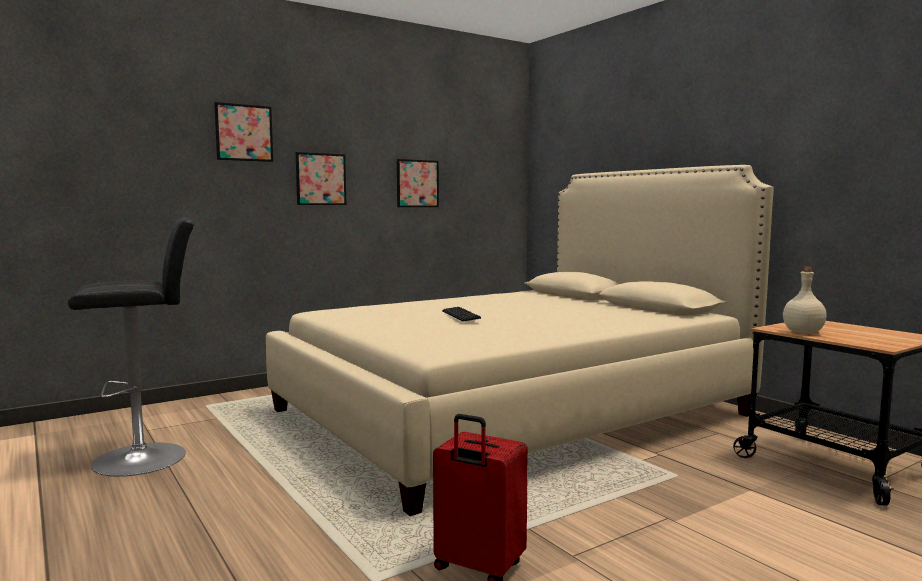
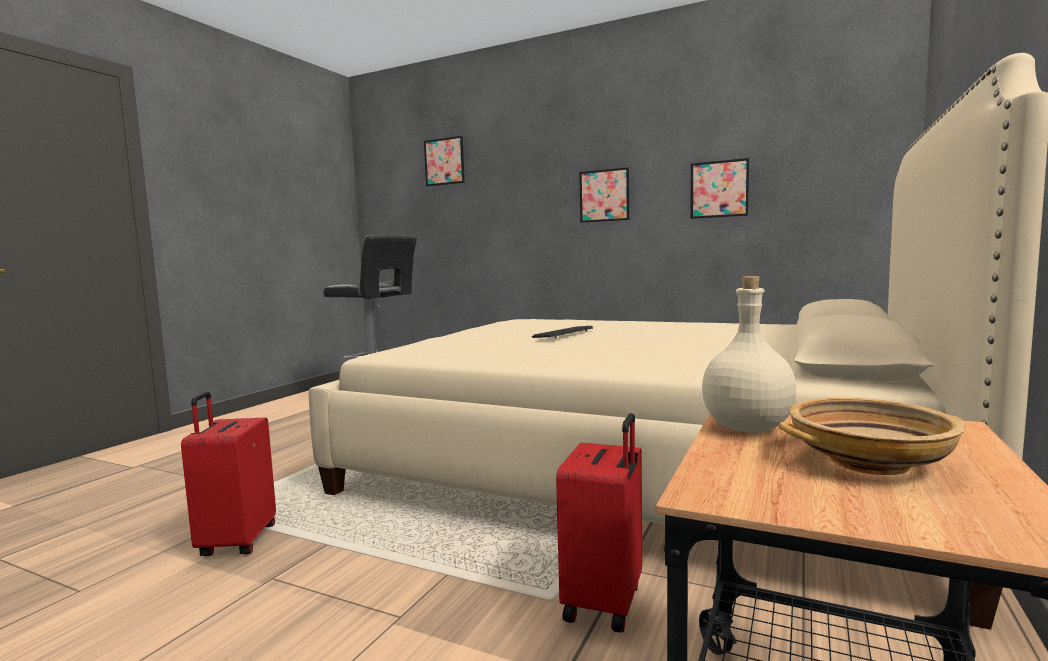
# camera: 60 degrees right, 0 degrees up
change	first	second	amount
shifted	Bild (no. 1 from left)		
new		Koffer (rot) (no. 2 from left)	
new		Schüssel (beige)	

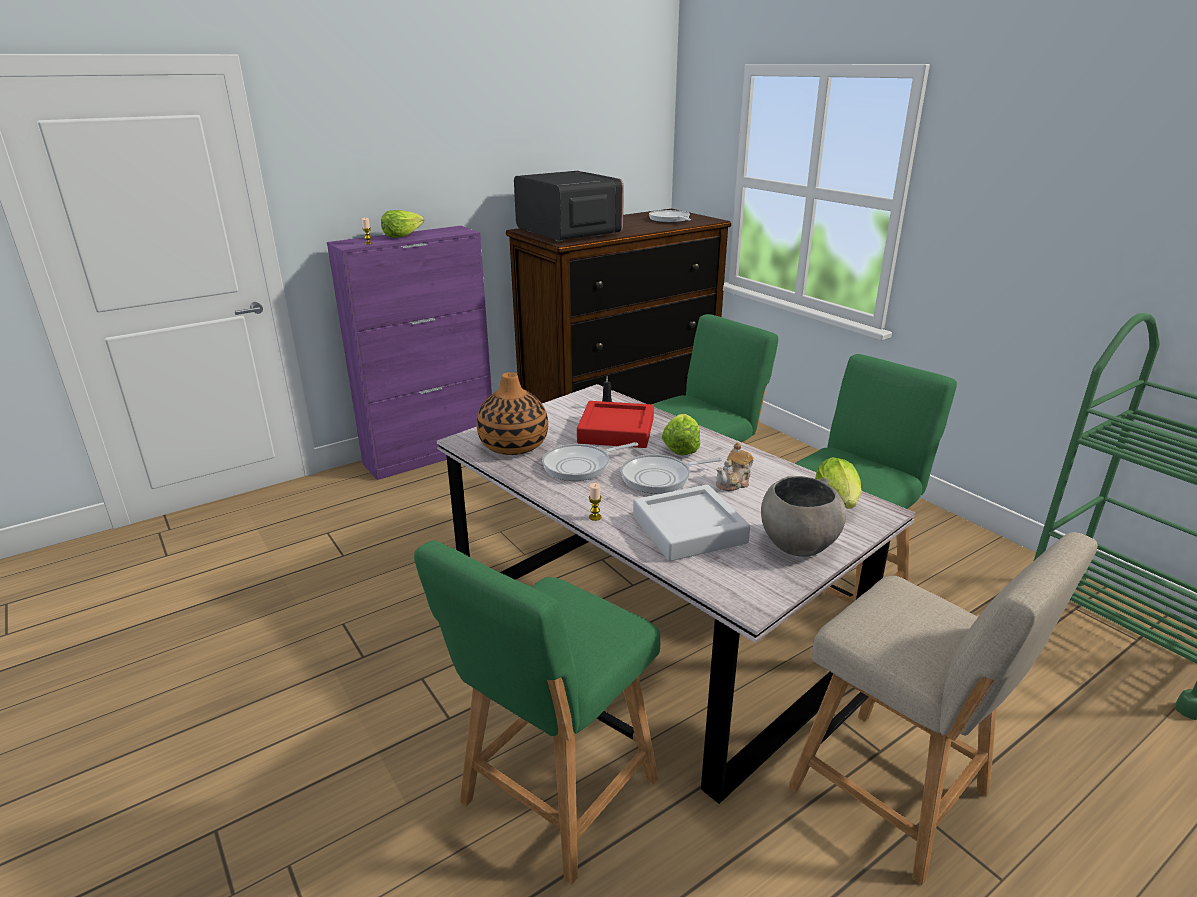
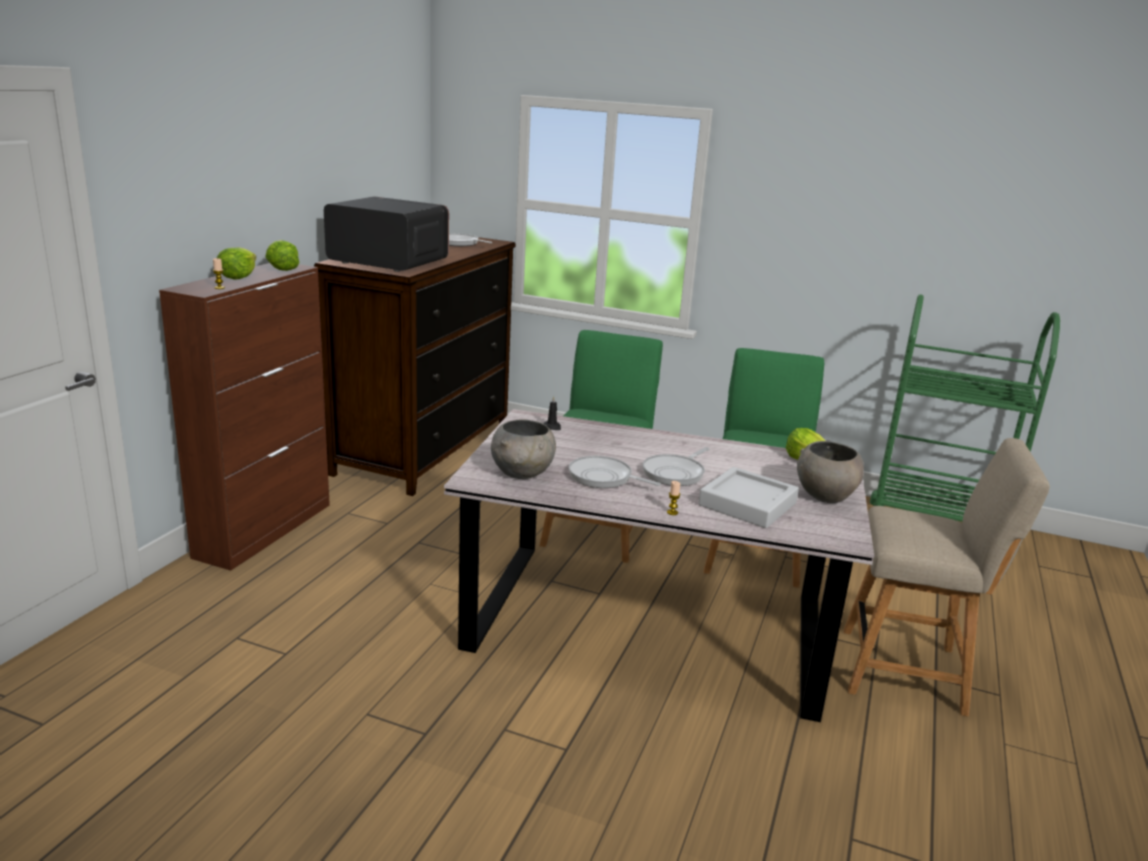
# camera: 35 degrees left, 5 degrees down
change	first	second	amount
repainted	Schrank (lila)	Schrank (braun)	
gone	Stuhl (grün) (no. 1 from left)		
swapped	Vase	Schüssel (grau) (no. 1 from left)	
rotated	Pfanne (no. 1 from left in the first image)	Pfanne (no. 2 from left)	90 degrees clockwise
gone	Tablett (rot)		
shifted	Salatkopf (no. 2 from left)		
gone	Teekanne		

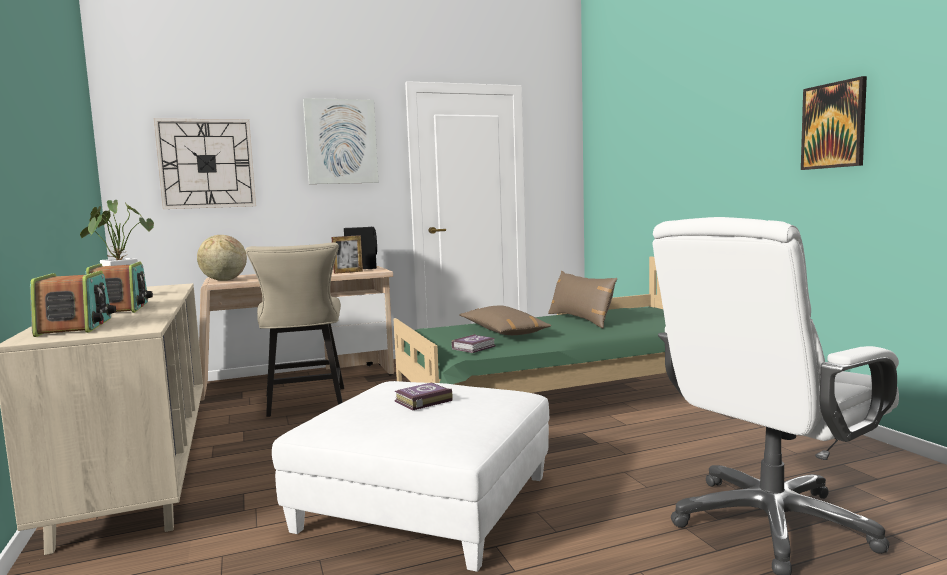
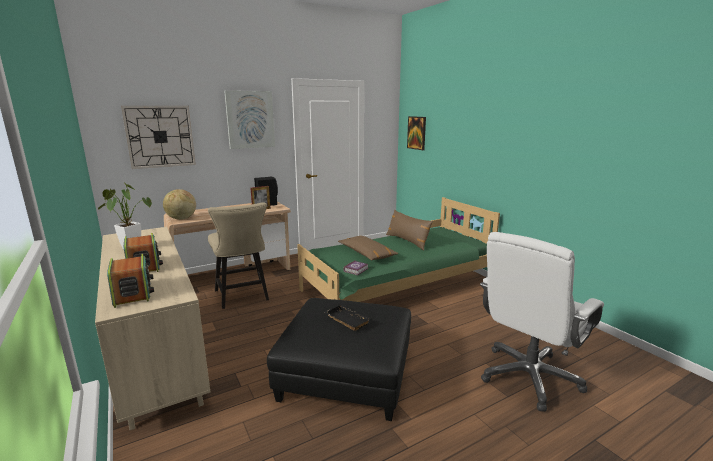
# camera: 10 degrees left, 10 degrees up
change	first	second	amount
repainted	Polsterhocker (weiß)	Polsterhocker (schwarz)	
swapped	Buch (no. 1 from left)	Tablett (schwarz)	
shifted	Bild (no. 2 from left)		

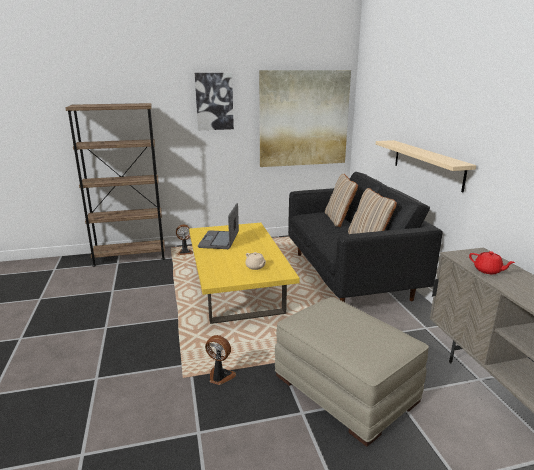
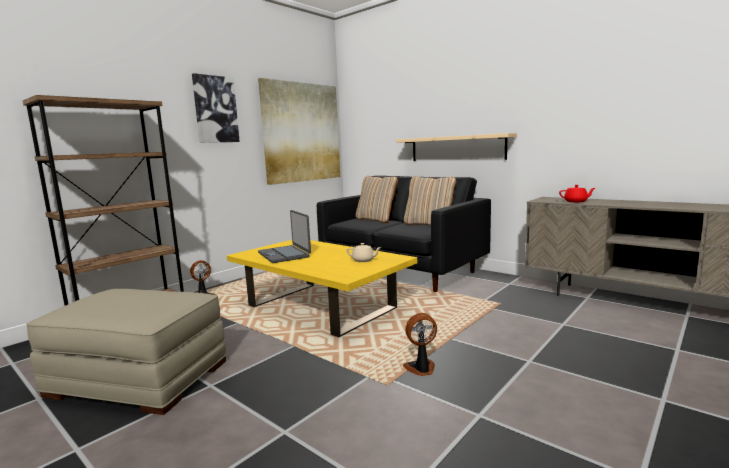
# camera: 35 degrees left, 10 degrees down
change	first	second	amount
shifted	Polsterhocker (beige)		

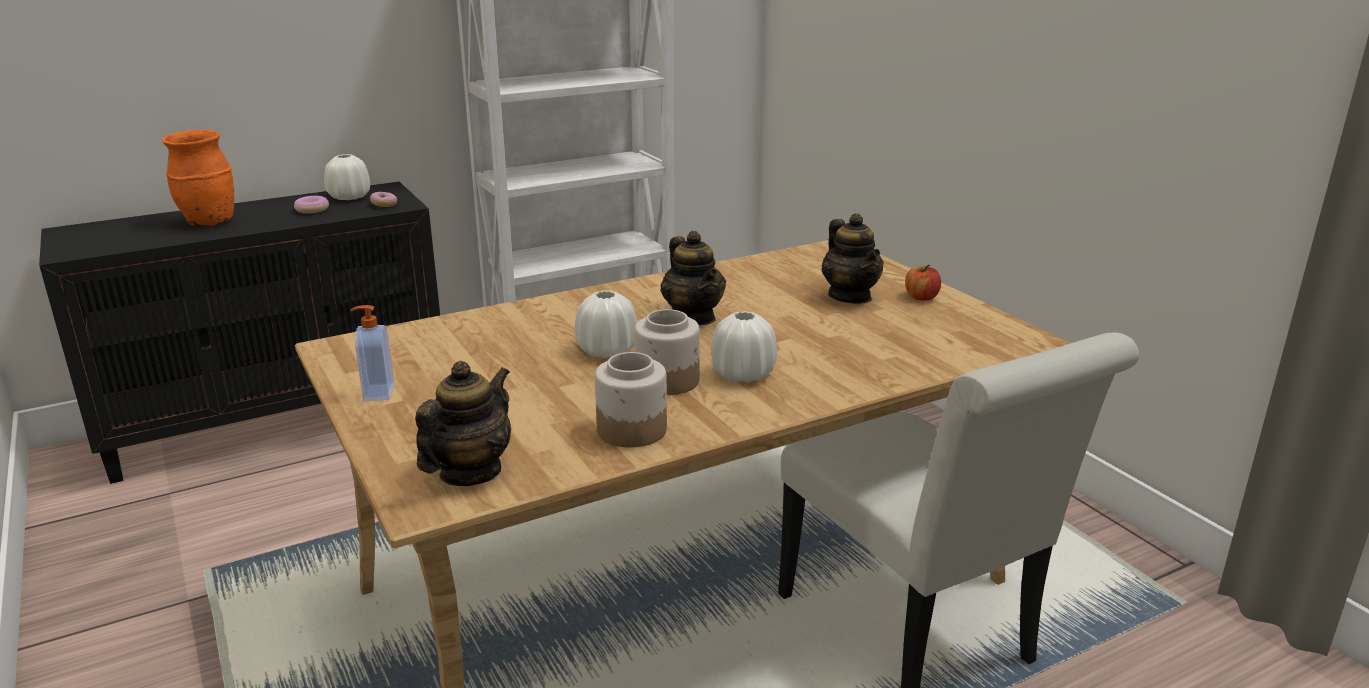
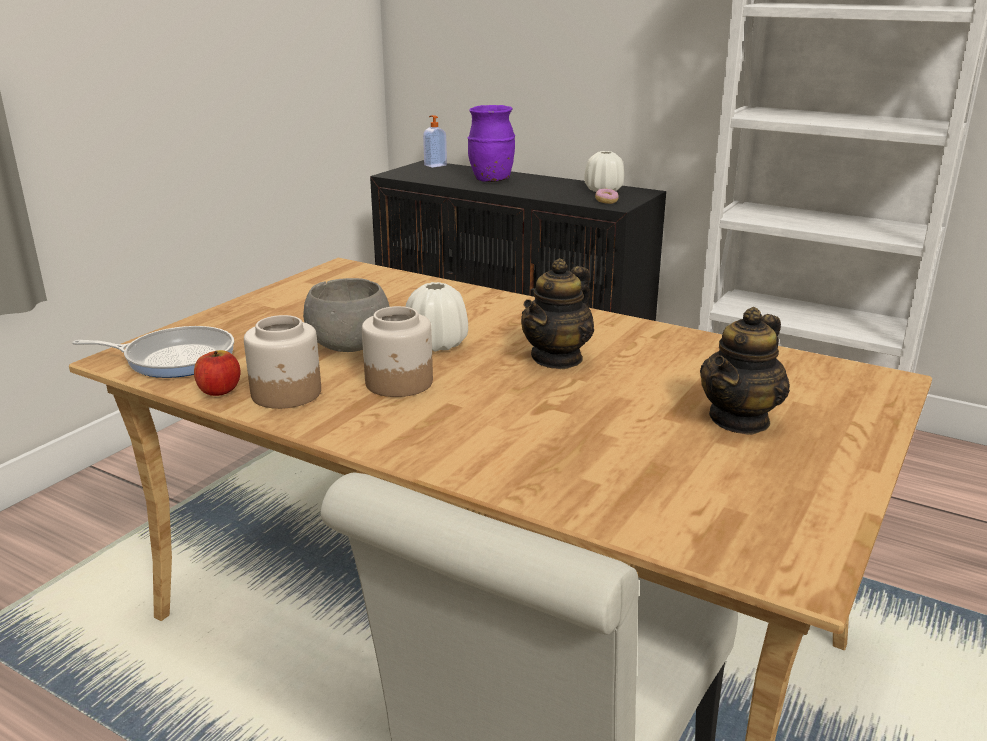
# camera: 60 degrees right, 0 degrees up
change	first	second	amount
repainted	Vase (orange)	Vase (lila)	
gone	Donut (no. 1 from left)		
shifted	Seifenspender		
swapped	Teekanne (no. 1 from left)	Pfanne	
gone	Vase (weiß) (no. 3 from left)		
shifted	Apfel		
new		Schüssel (grau)	

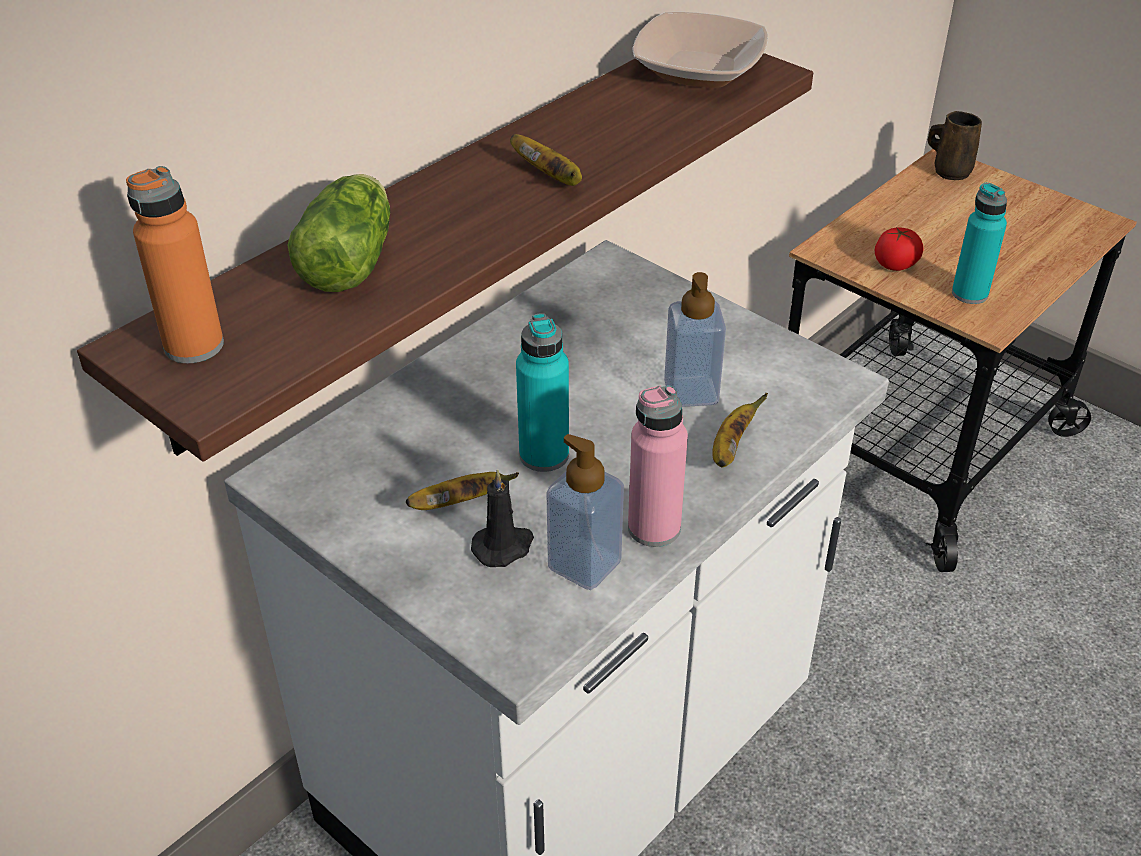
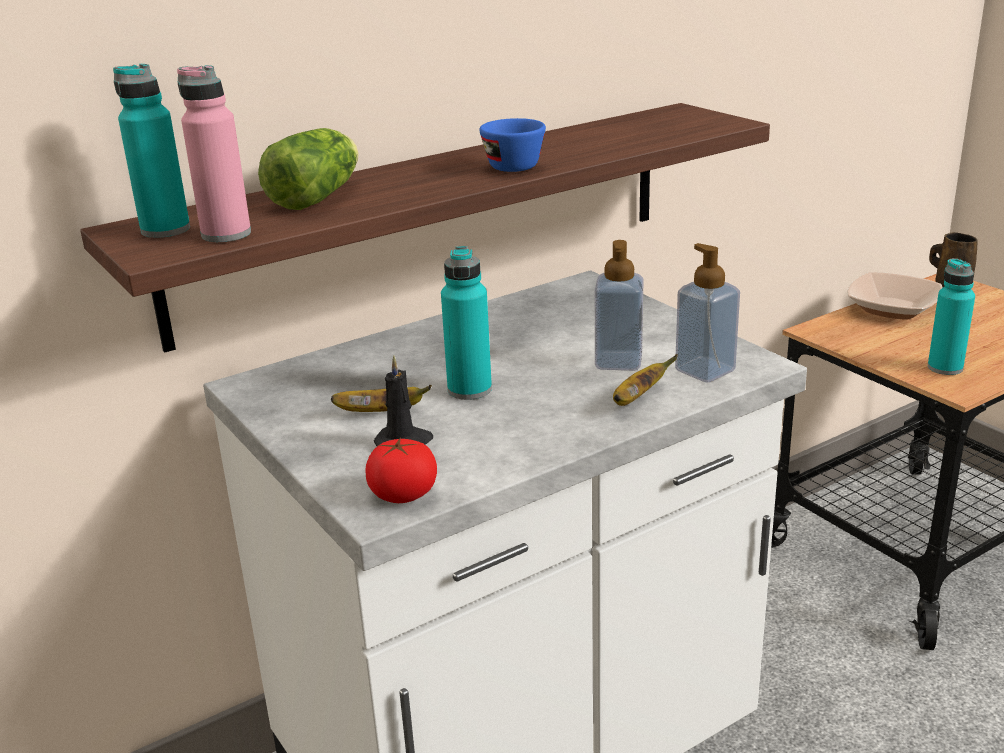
# camera: 15 degrees right, 15 degrees down
change	first	second	amount
repainted	Flasche (orange)	Flasche (türkis) (no. 1 from left)	
swapped	Banane (no. 2 from left)	Tasse (blau)	
shifted	Seifenspender (no. 1 from left in the first image)	Seifenspender (no. 2 from left)	
shifted	Flasche (rosa)		
shifted	Schüssel		
shifted	Tomate		

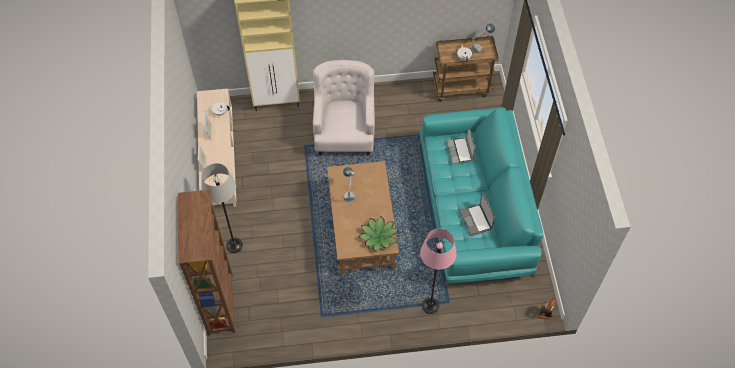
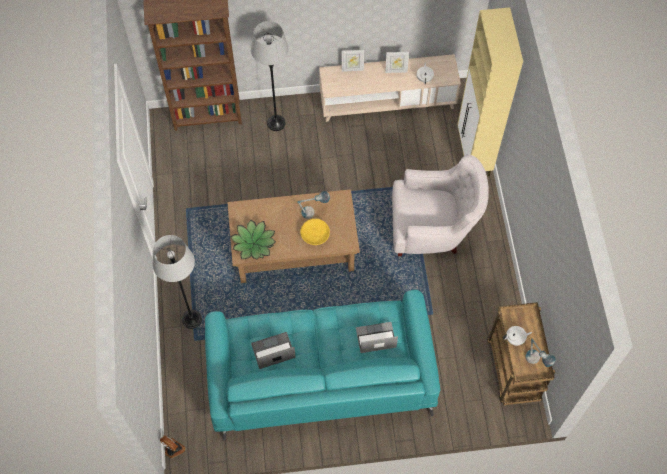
# camera: 90 degrees right, 5 degrees up
change	first	second	amount
repainted	Stehlampe (rosa)	Stehlampe (grau) (no. 1 from left)	
new		Schüssel (gelb)	

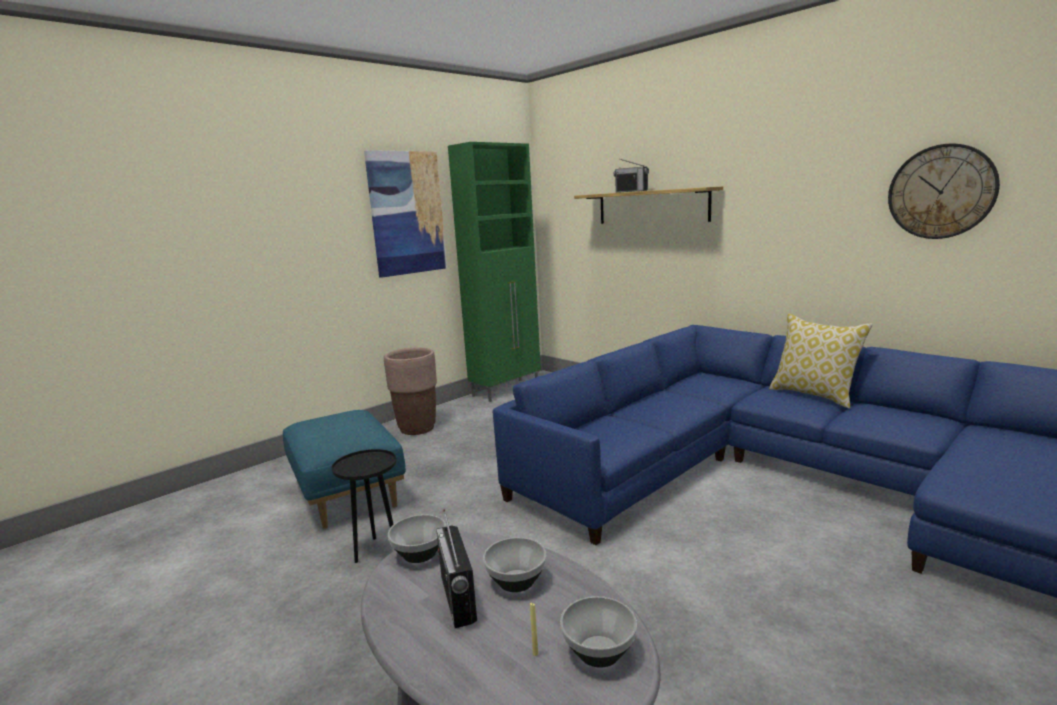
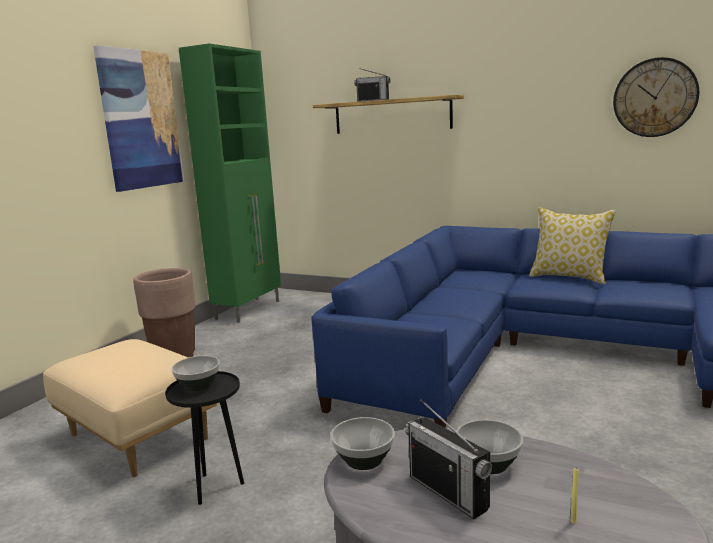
# camera: 20 degrees left, 0 degrees up
change	first	second	amount
repainted	Polsterhocker (blau)	Polsterhocker (beige)	
shifted	Schüssel (no. 3 from left in the first image)	Schüssel (no. 1 from left)	

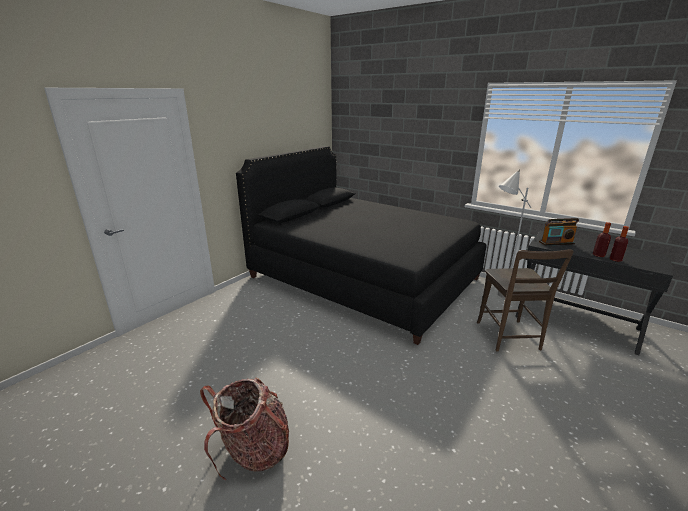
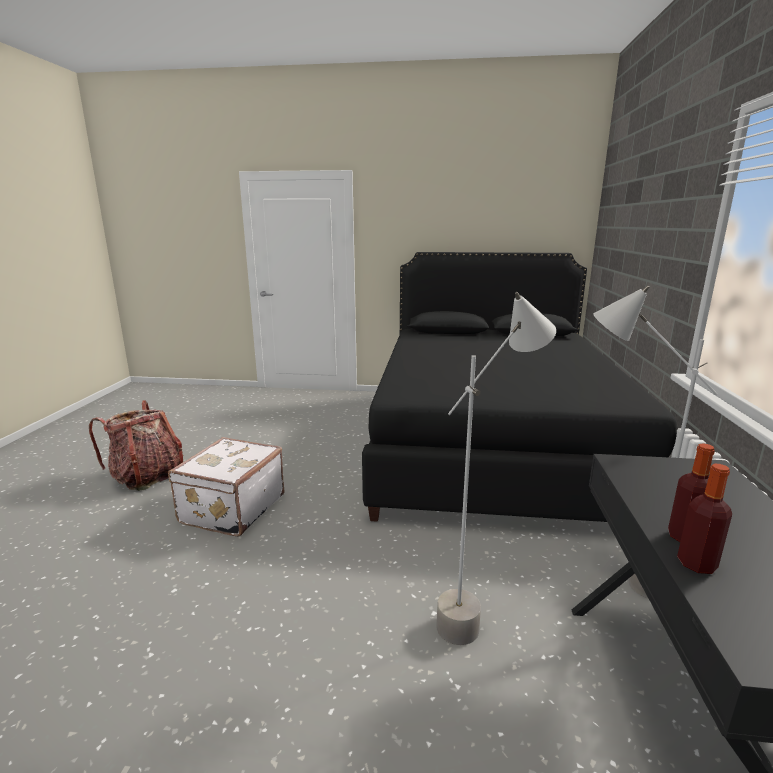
# camera: 60 degrees right, 5 degrees down
change	first	second	amount
swapped	Stuhl (braun)	Stehlampe (grau) (no. 1 from left)	
gone	Radio		
new		Koffer (weiß)	

